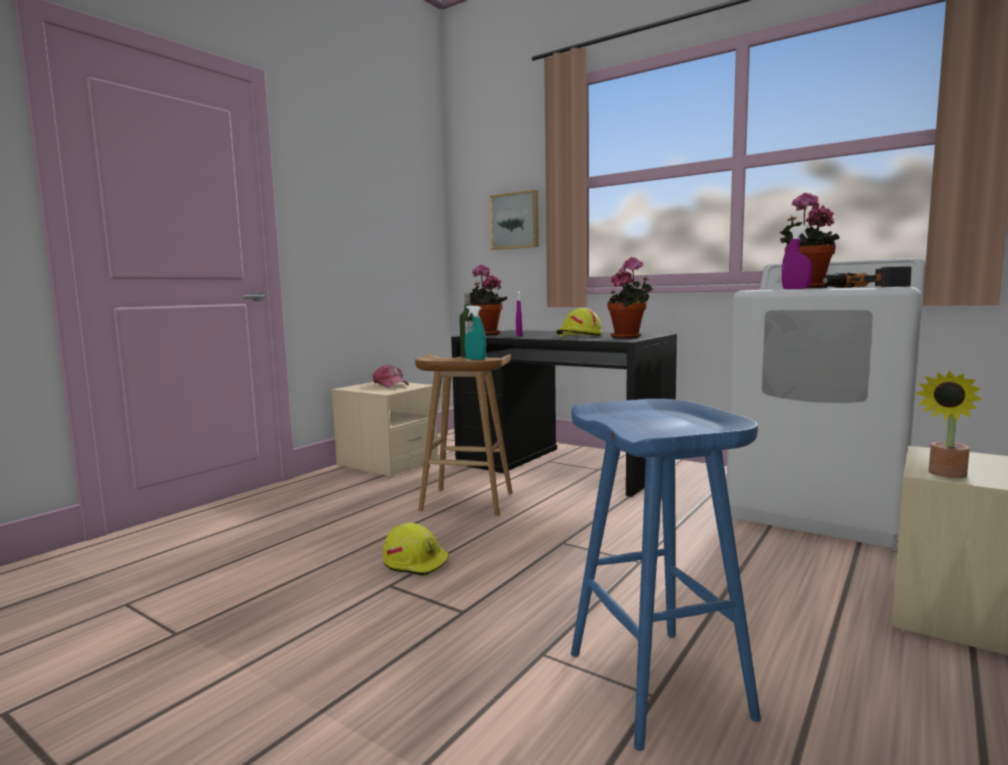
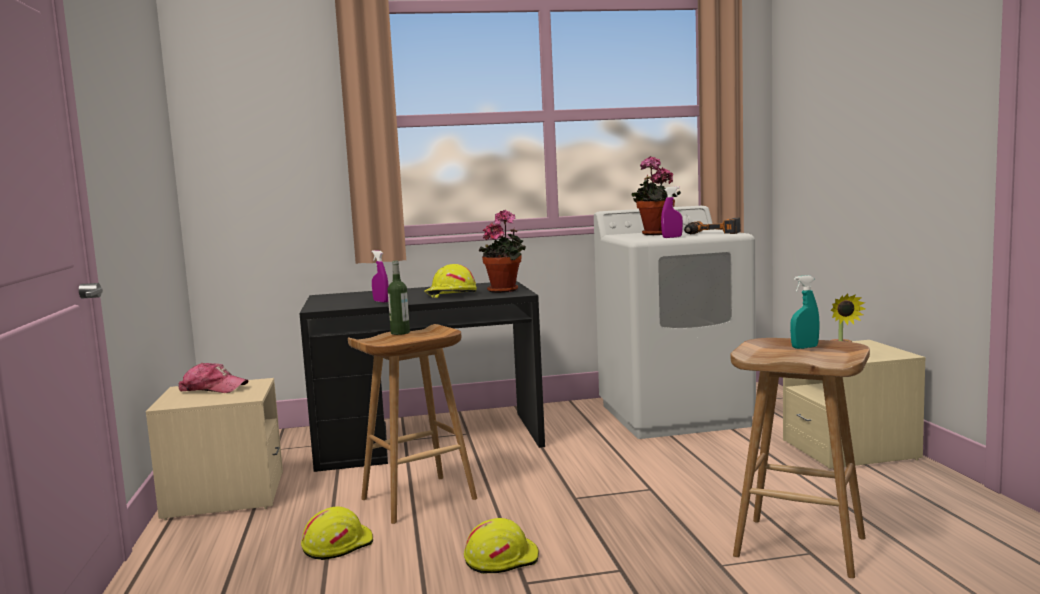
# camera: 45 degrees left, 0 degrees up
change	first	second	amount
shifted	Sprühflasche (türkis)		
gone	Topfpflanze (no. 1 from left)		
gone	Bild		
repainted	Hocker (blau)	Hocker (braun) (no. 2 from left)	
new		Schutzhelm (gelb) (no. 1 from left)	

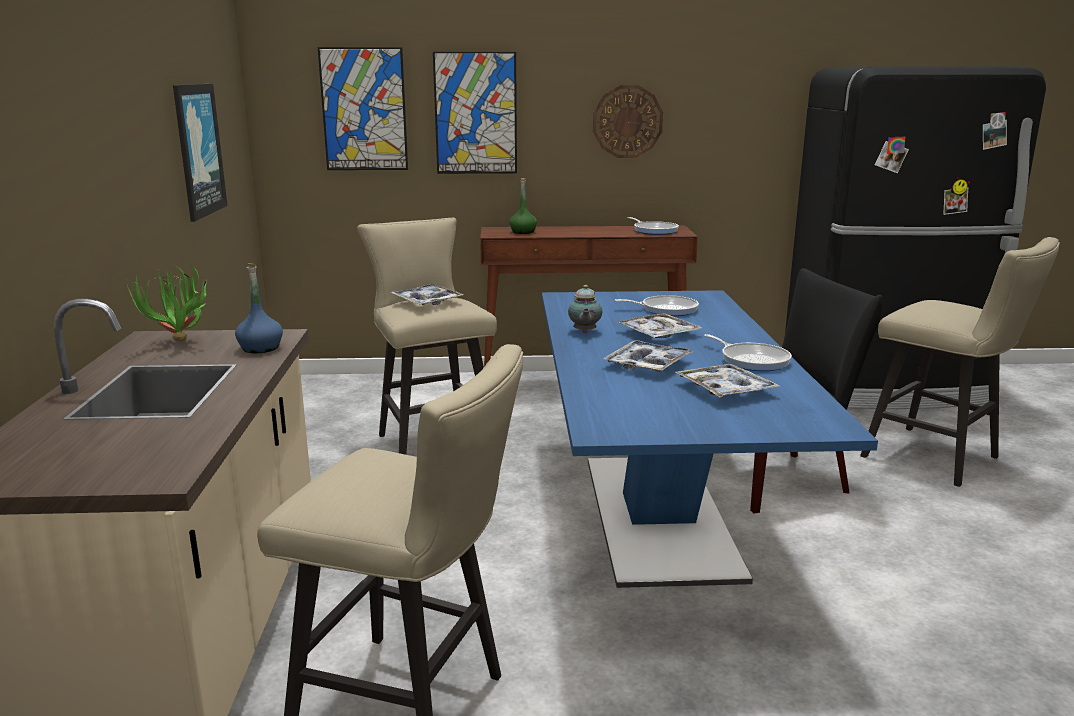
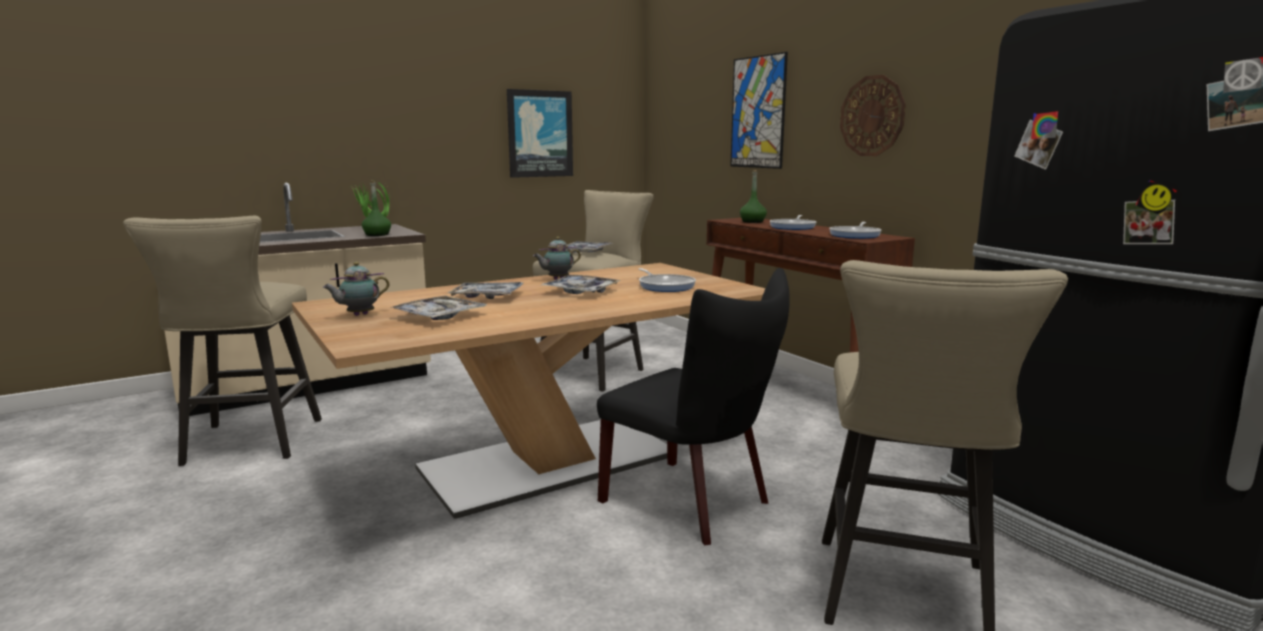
# camera: 60 degrees right, 5 degrees down
change	first	second	amount
repainted	Flasche (blau)	Flasche (grün) (no. 1 from left)	
gone	Bild (no. 2 from left)		
repainted	Esstisch (blau)	Esstisch (beige)	
shifted	Pfanne (no. 3 from left in the first image)	Pfanne (no. 2 from left)	
new		Teekanne (no. 1 from left)	

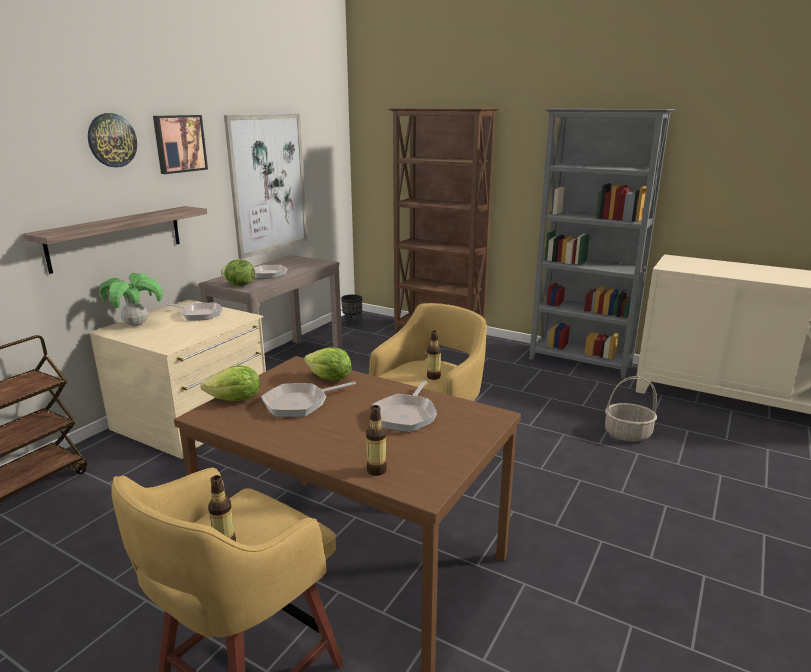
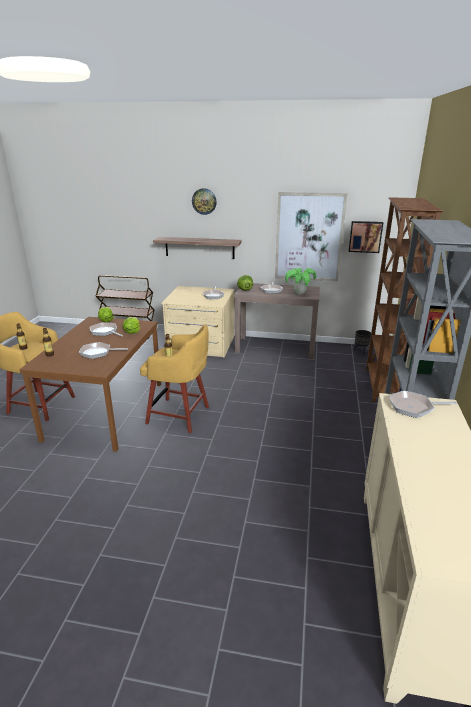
# camera: 70 degrees right, 5 degrees up
change	first	second	amount
shifted	Topfpflanze		
shifted	Bild (no. 1 from left in the first image)	Bild (no. 2 from left)	
gone	Korb		
new		Pfanne (no. 5 from left)	

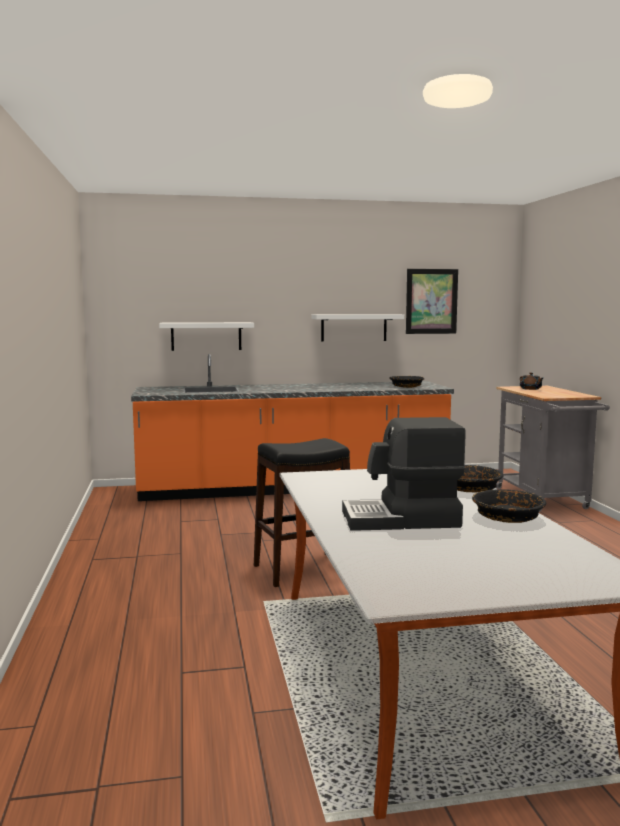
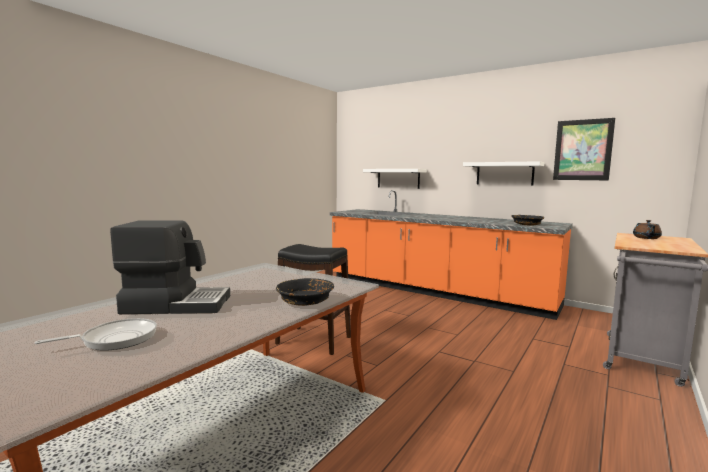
# camera: 45 degrees right, 0 degrees up
change	first	second	amount
rotated	Kaffeemaschine		135 degrees clockwise
gone	Schüssel (schwarz) (no. 3 from left)		
new		Pfanne	

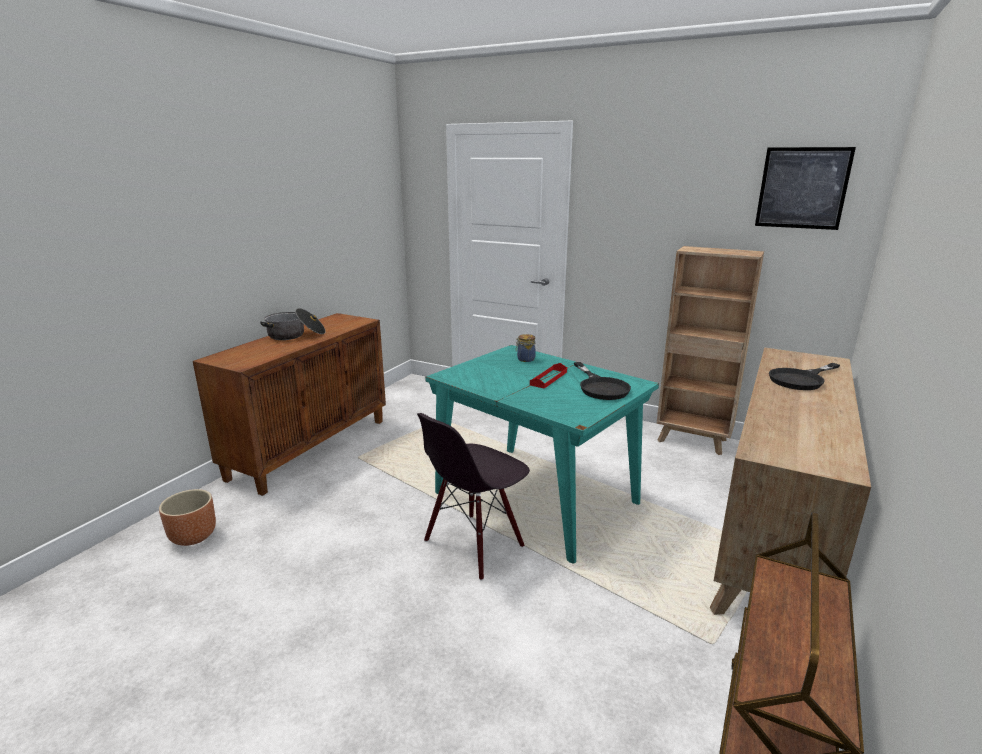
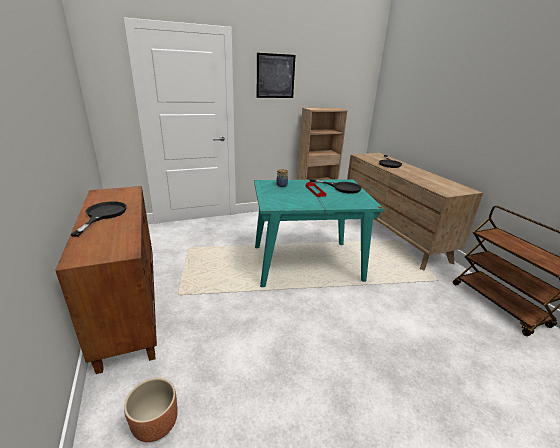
# camera: 50 degrees left, 5 degrees up
change	first	second	amount
swapped	Kochtopf	Pfanne (schwarz) (no. 1 from left)	
gone	Stuhl (schwarz)		
shifted	Bild		

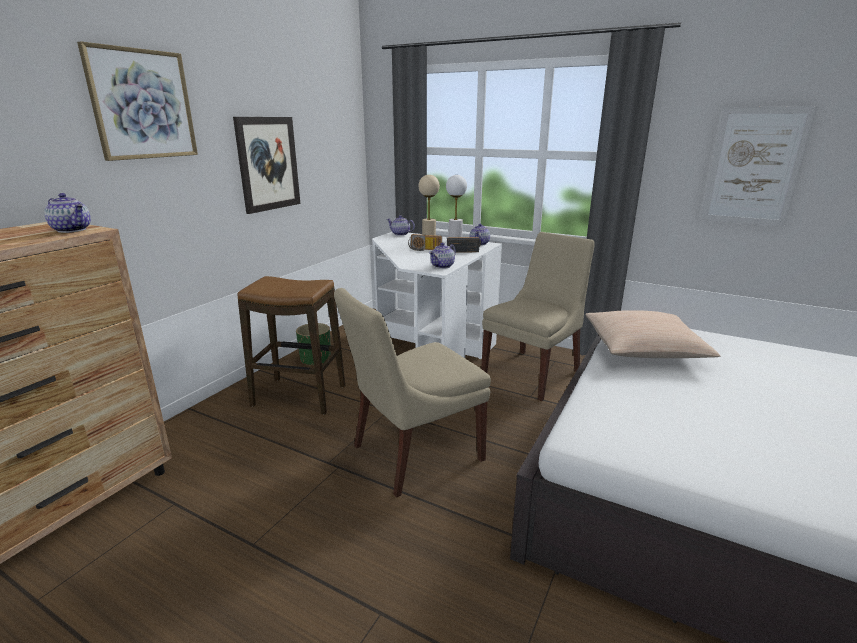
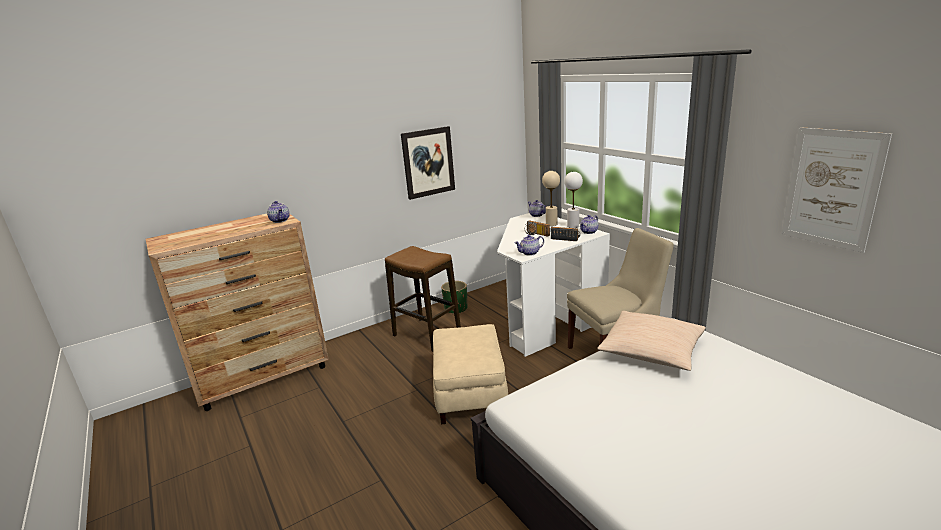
# camera: 30 degrees right, 0 degrees up
change	first	second	amount
gone	Bild (no. 1 from left)		
swapped	Stuhl (beige) (no. 1 from left)	Polsterhocker (beige)	

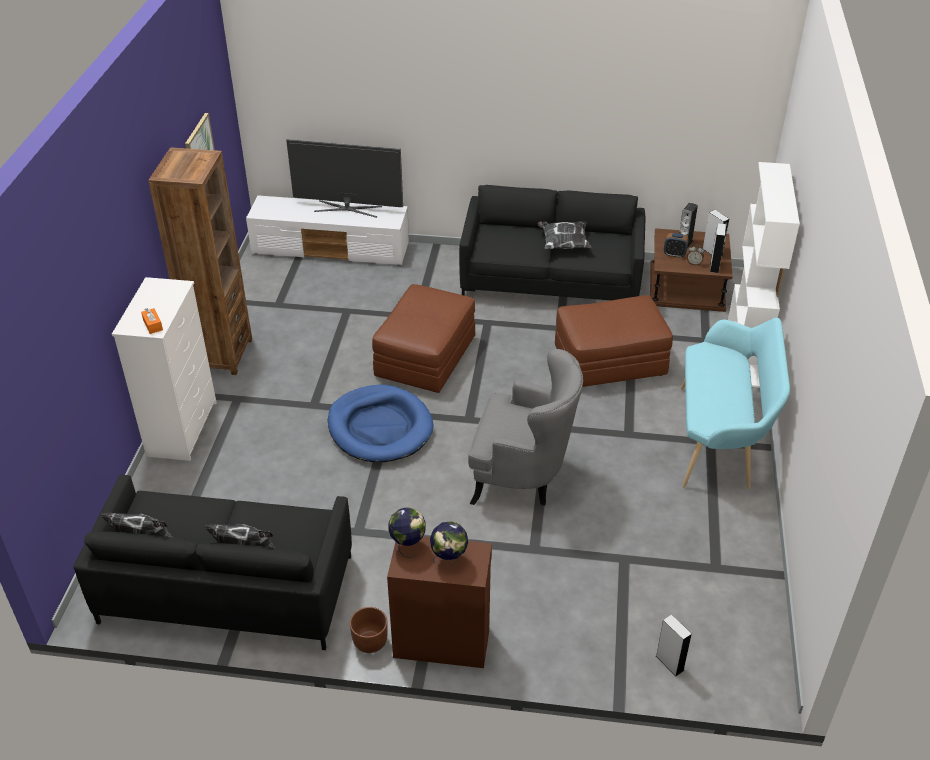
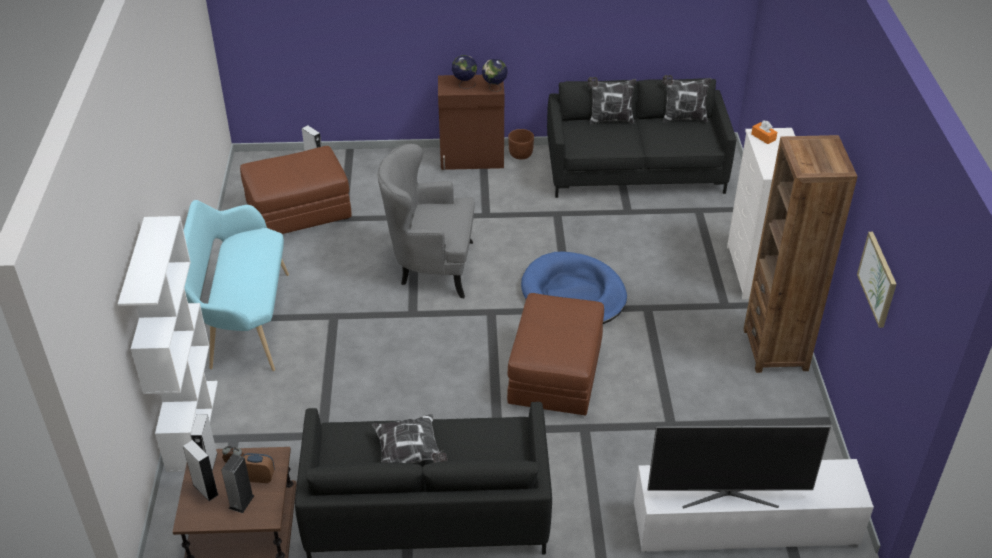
# camera: 170 degrees right, 0 degrees up
change	first	second	amount
shifted	Polsterhocker (braun) (no. 2 from left in the first image)	Polsterhocker (braun) (no. 1 from left)	

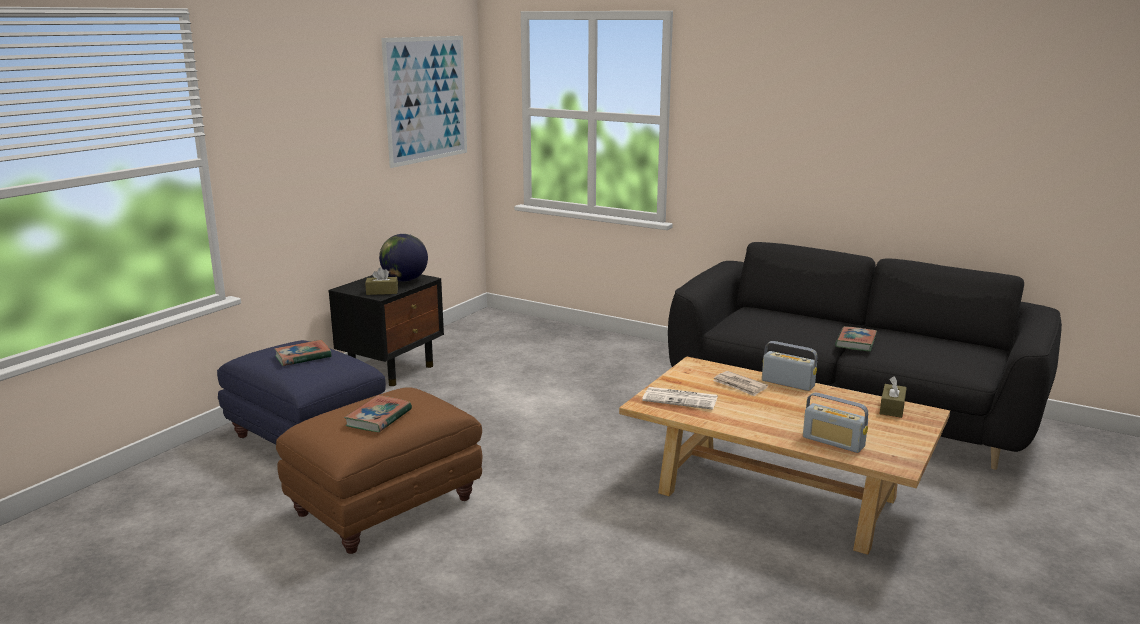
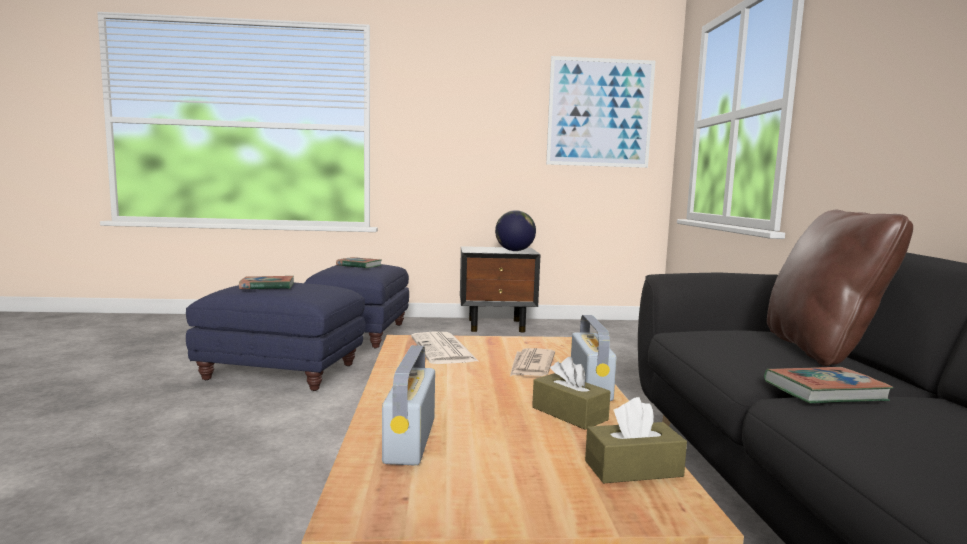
# camera: 55 degrees right, 10 degrees down
change	first	second	amount
repainted	Polsterhocker (braun)	Polsterhocker (blau) (no. 1 from left)	
shifted	Taschentuchbox (braun) (no. 1 from left)		
new		Kissen (braun)	

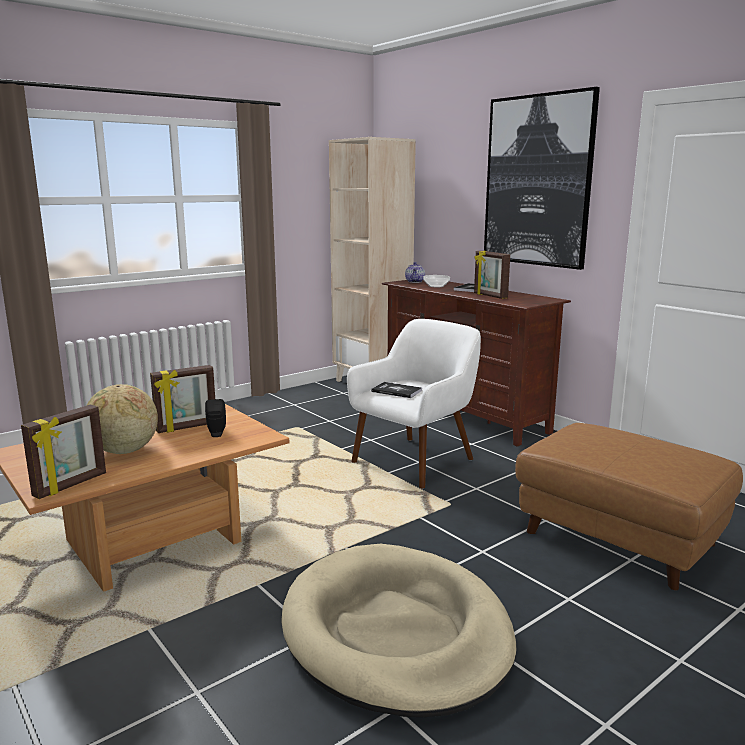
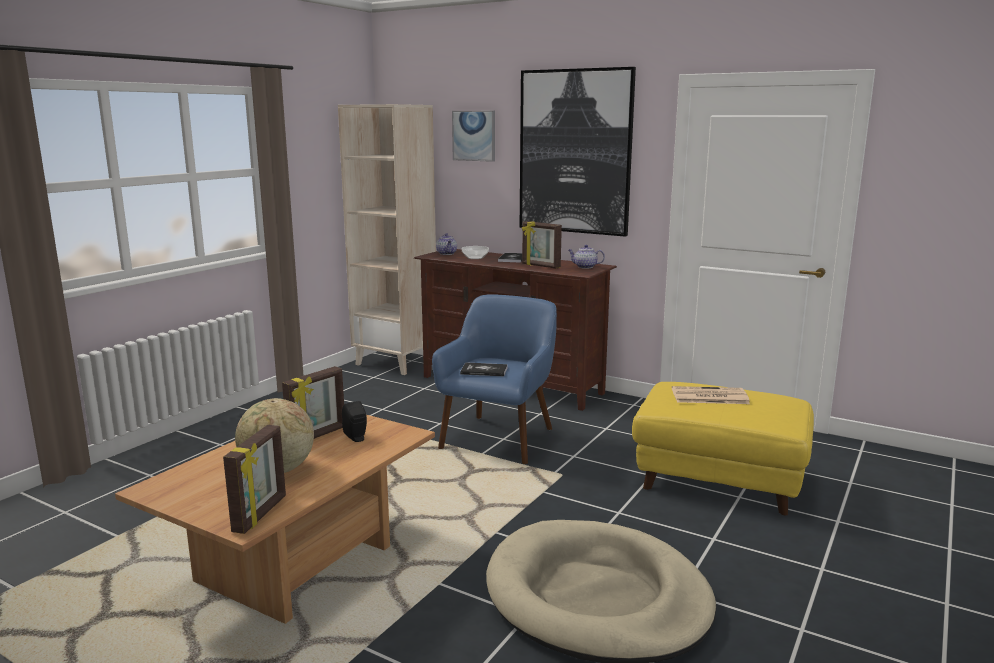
# camera: 20 degrees left, 0 degrees up
change	first	second	amount
repainted	Sessel (weiß)	Sessel (blau)	
repainted	Polsterhocker (braun)	Polsterhocker (gelb)	
new		Bild (no. 1 from left)	
new		Teekanne (no. 2 from left)	
new		Zeitung	

